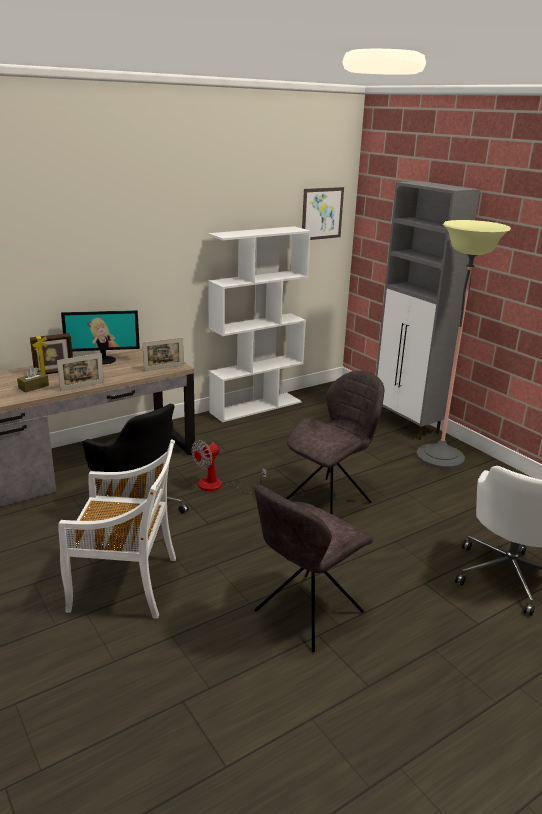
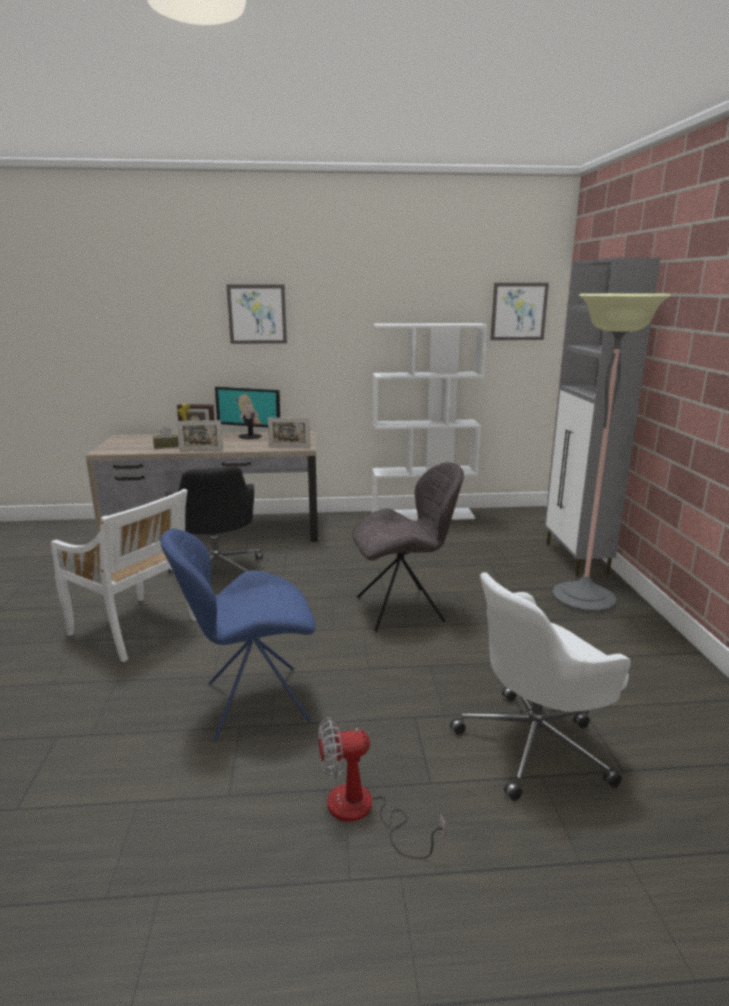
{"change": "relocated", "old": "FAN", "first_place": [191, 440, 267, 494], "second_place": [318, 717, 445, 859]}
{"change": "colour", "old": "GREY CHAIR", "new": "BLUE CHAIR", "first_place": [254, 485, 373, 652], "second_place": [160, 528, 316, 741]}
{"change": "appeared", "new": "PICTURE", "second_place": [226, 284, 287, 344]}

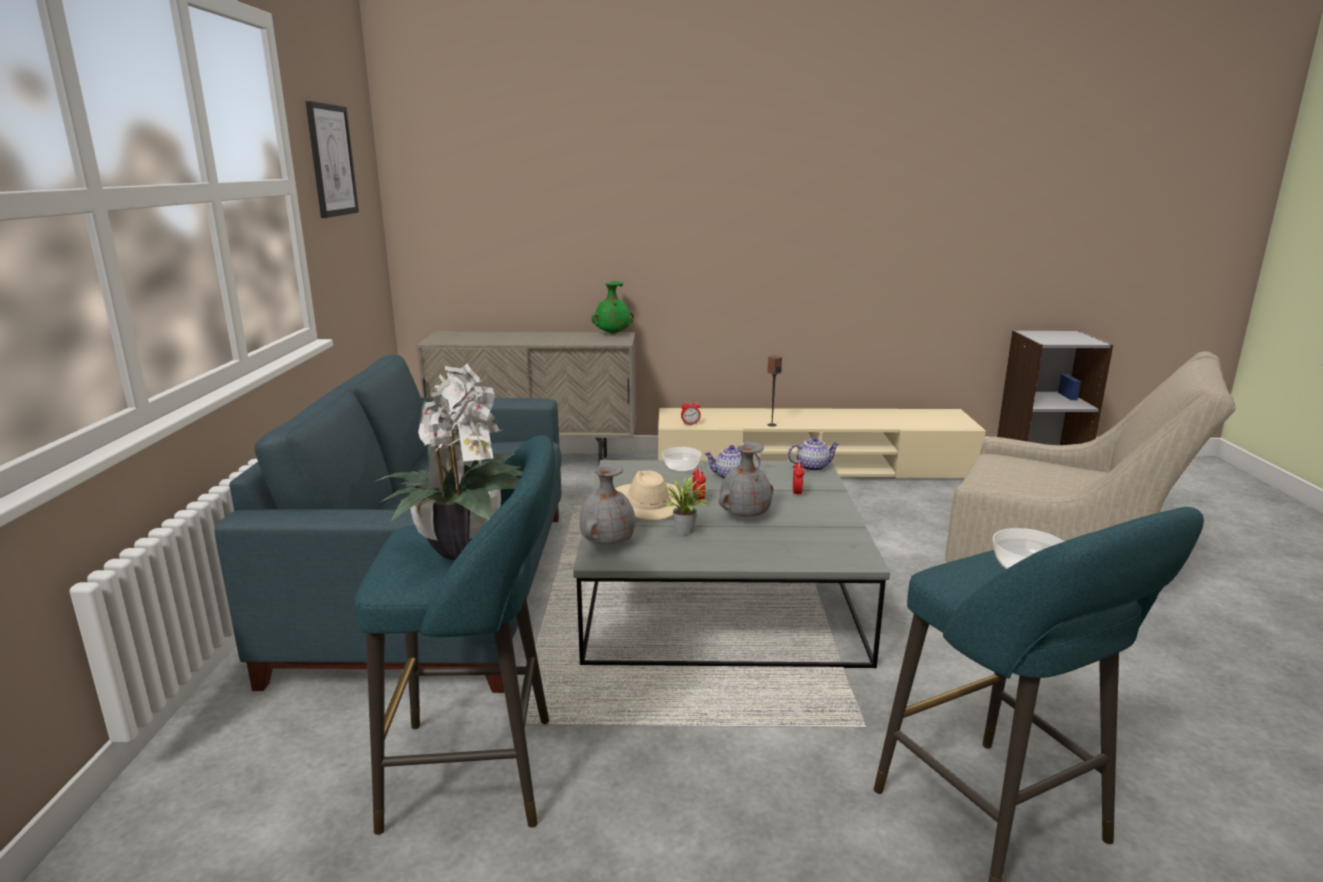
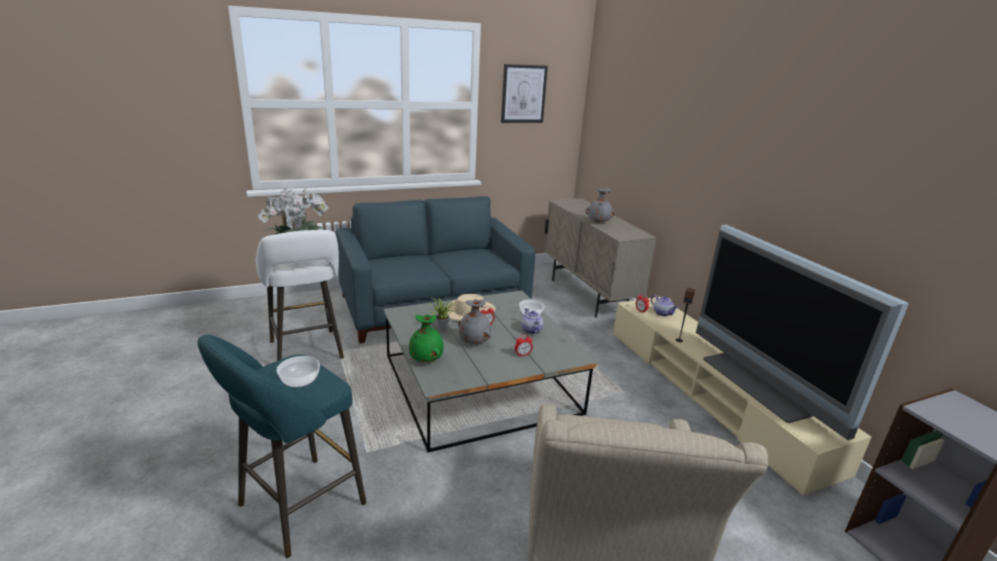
{"change": "relocated", "old": "GREEN VASE", "first_place": [591, 281, 634, 334], "second_place": [409, 314, 443, 362]}
{"change": "colour", "old": "TURQUOISE STOOL", "new": "WHITE STOOL", "first_place": [355, 435, 555, 835], "second_place": [256, 230, 344, 361]}
{"change": "relocated", "old": "TEAPOT", "first_place": [788, 437, 840, 471], "second_place": [651, 295, 678, 316]}
{"change": "relocated", "old": "GREY VASE", "first_place": [580, 463, 635, 544], "second_place": [585, 188, 615, 223]}
{"change": "appeared", "new": "TELEVISION", "second_place": [696, 225, 909, 440]}

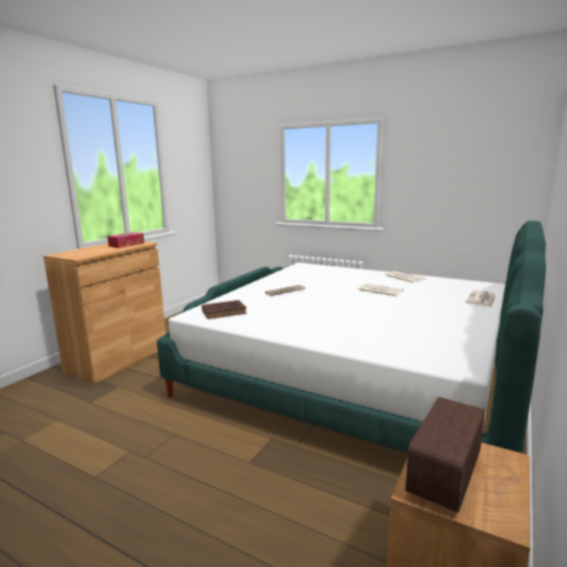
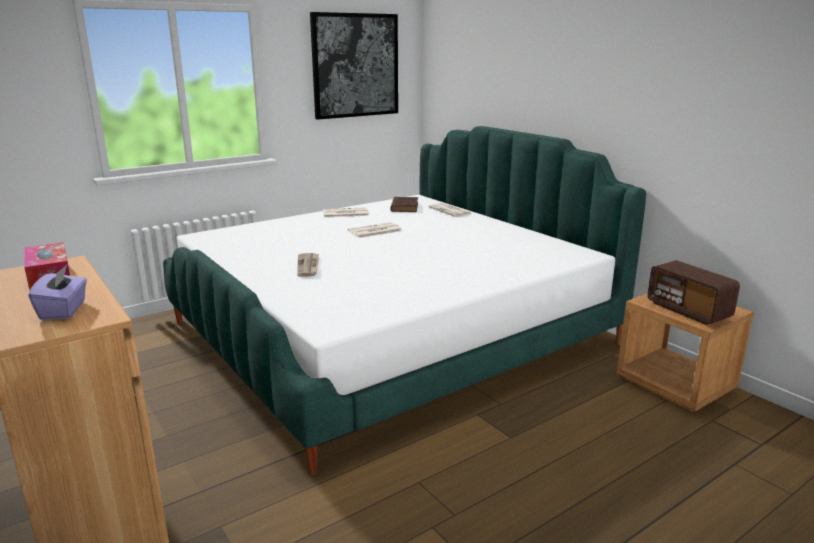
{"change": "relocated", "old": "BROWN BOOK", "first_place": [202, 300, 247, 319], "second_place": [390, 197, 418, 212]}
{"change": "appeared", "new": "PICTURE", "second_place": [310, 12, 398, 120]}
{"change": "appeared", "new": "PURPLE TISSUE BOX", "second_place": [29, 265, 87, 320]}

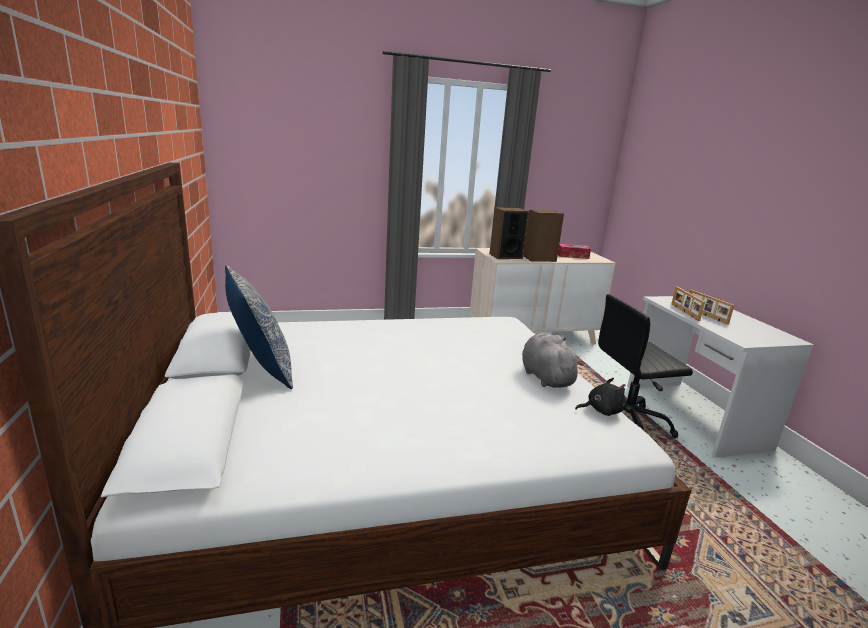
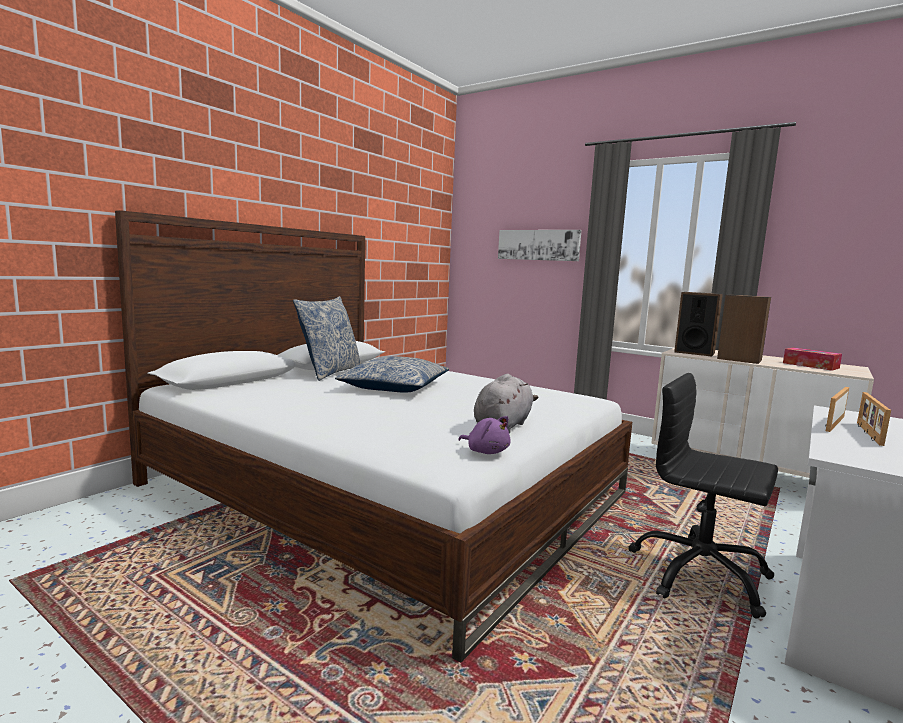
{"change": "colour", "old": "BLACK PLUSH TOY", "new": "PURPLE PLUSH TOY", "first_place": [575, 378, 626, 416], "second_place": [458, 416, 511, 454]}
{"change": "appeared", "new": "PICTURE", "second_place": [498, 230, 582, 261]}
{"change": "appeared", "new": "PILLOW", "second_place": [335, 356, 449, 393]}

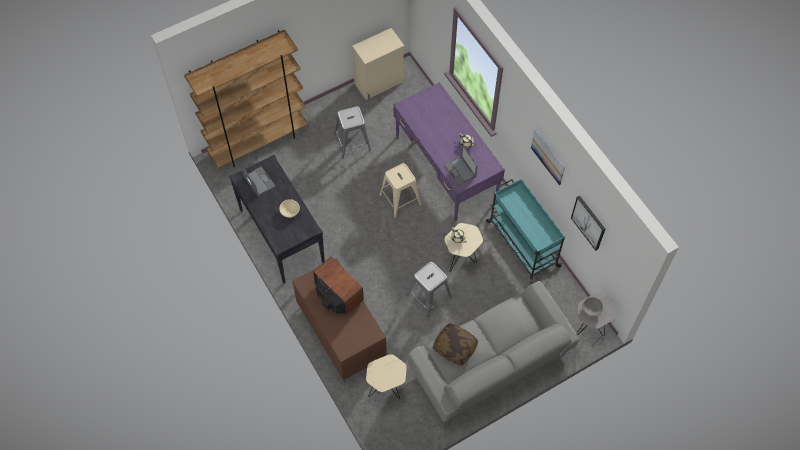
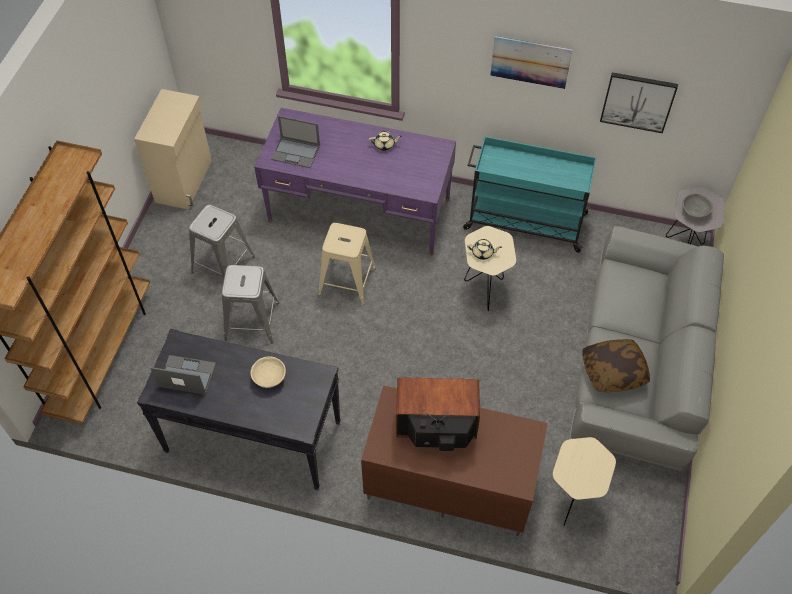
{"change": "relocated", "old": "LAPTOP", "first_place": [444, 145, 478, 186], "second_place": [271, 116, 320, 168]}
{"change": "relocated", "old": "GREY STOOL", "first_place": [407, 262, 452, 318], "second_place": [222, 265, 279, 343]}

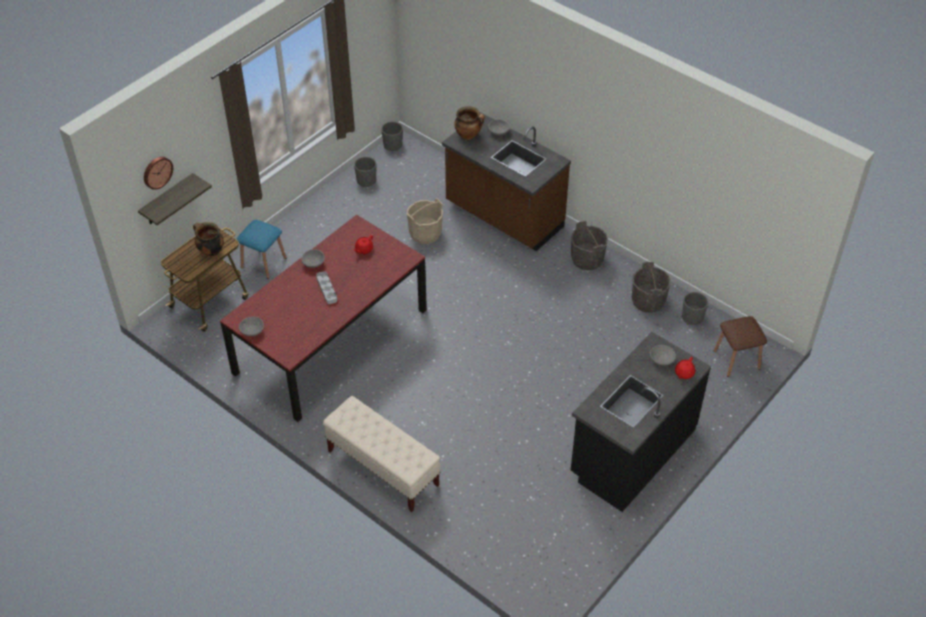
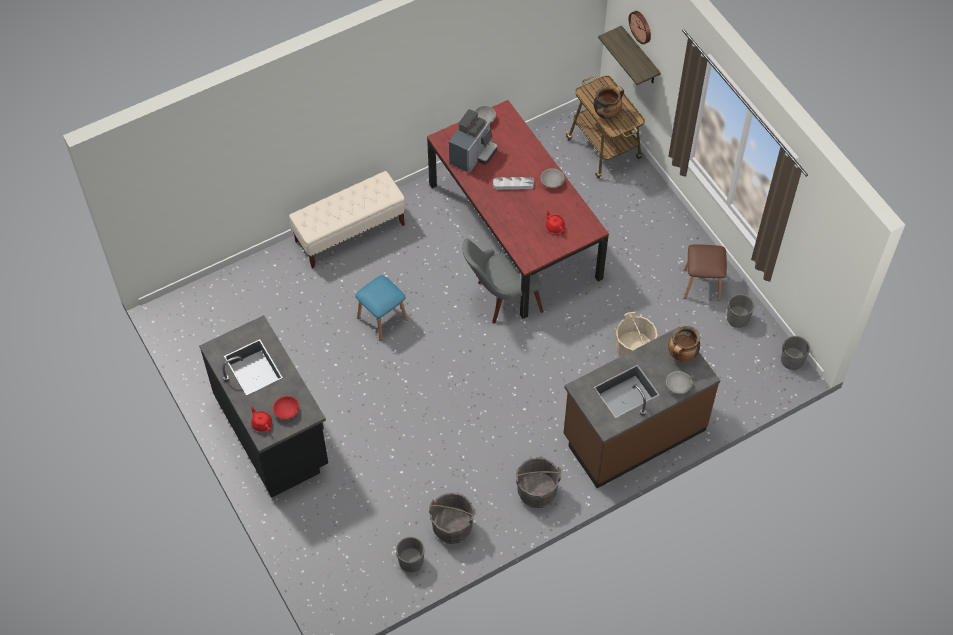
{"change": "relocated", "old": "BLUE STOOL", "first_place": [236, 220, 286, 279], "second_place": [355, 275, 408, 341]}
{"change": "relocated", "old": "BROWN STOOL", "first_place": [714, 316, 767, 377], "second_place": [684, 244, 727, 300]}
{"change": "colour", "old": "GREY BOWL", "new": "RED BOWL", "first_place": [650, 345, 676, 365], "second_place": [273, 396, 299, 419]}
{"change": "appeared", "new": "COFFEE MACHINE", "second_place": [449, 109, 497, 173]}
{"change": "appeared", "new": "GREY CHAIR", "second_place": [462, 239, 543, 324]}

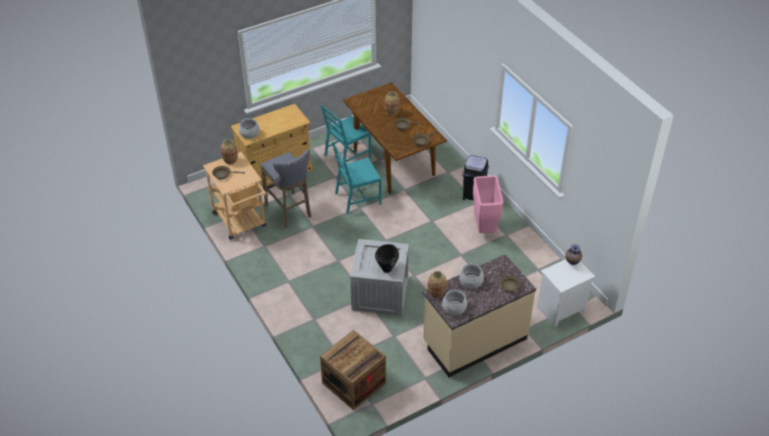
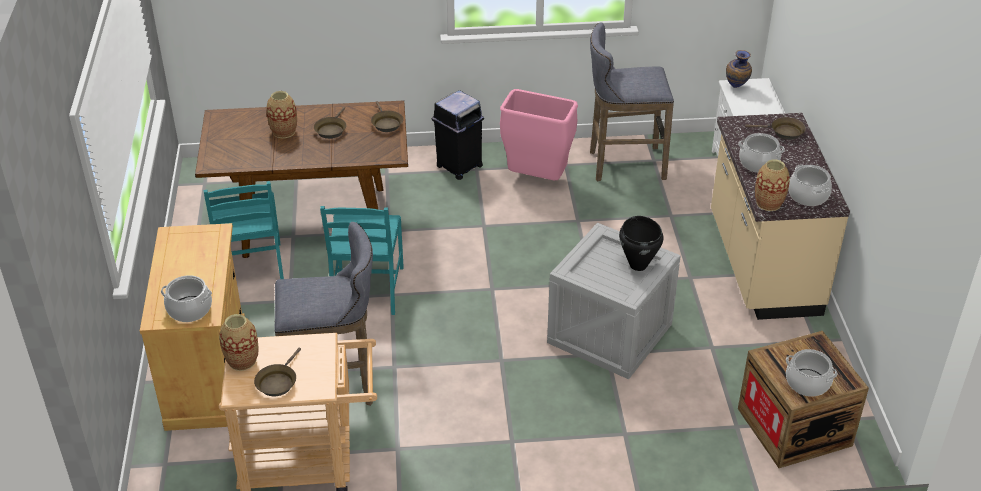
{"change": "appeared", "new": "GREY STOOL", "second_place": [590, 22, 674, 181]}
{"change": "appeared", "new": "COOKING POT", "second_place": [786, 349, 838, 397]}

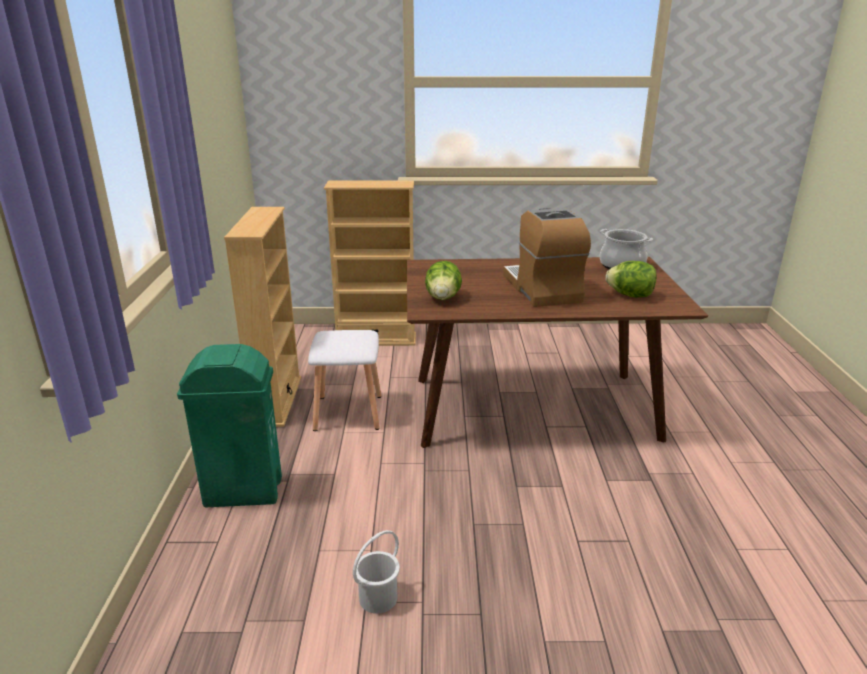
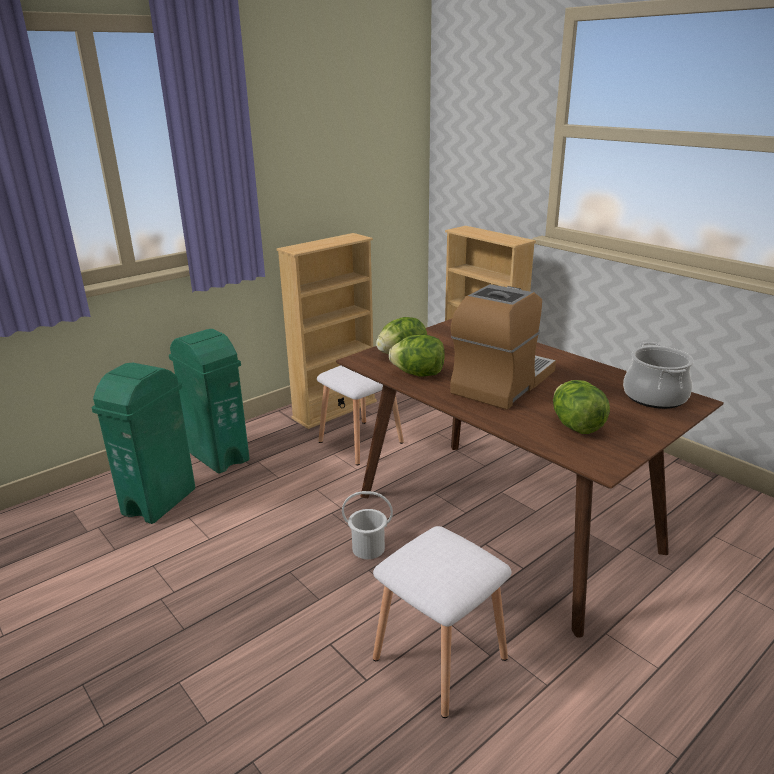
{"change": "relocated", "old": "WHITE BUCKET", "first_place": [353, 530, 400, 614], "second_place": [342, 491, 393, 559]}
{"change": "appeared", "new": "LETTUCE", "second_place": [389, 335, 445, 376]}
{"change": "appeared", "new": "GREEN TRASH CAN", "second_place": [92, 363, 195, 524]}
{"change": "appeared", "new": "WHITE STOOL", "second_place": [373, 526, 512, 718]}

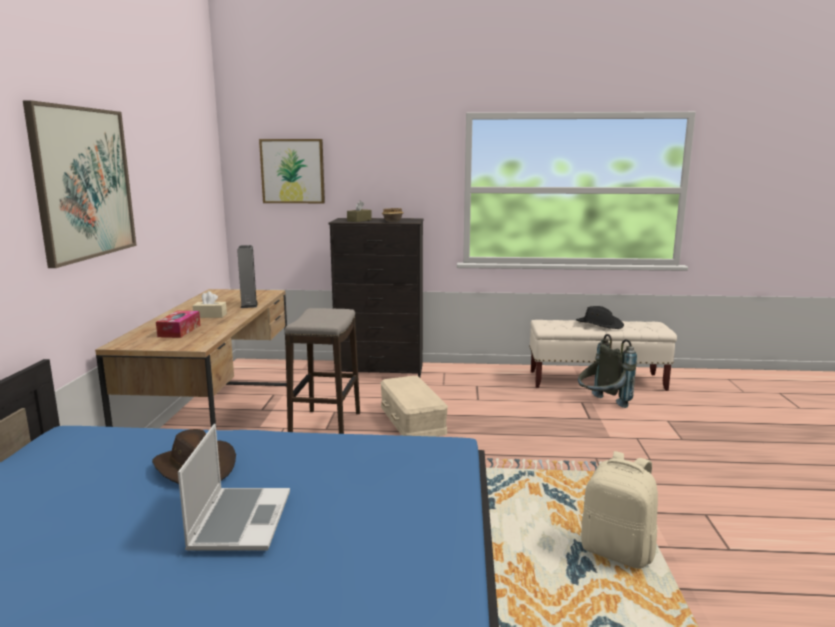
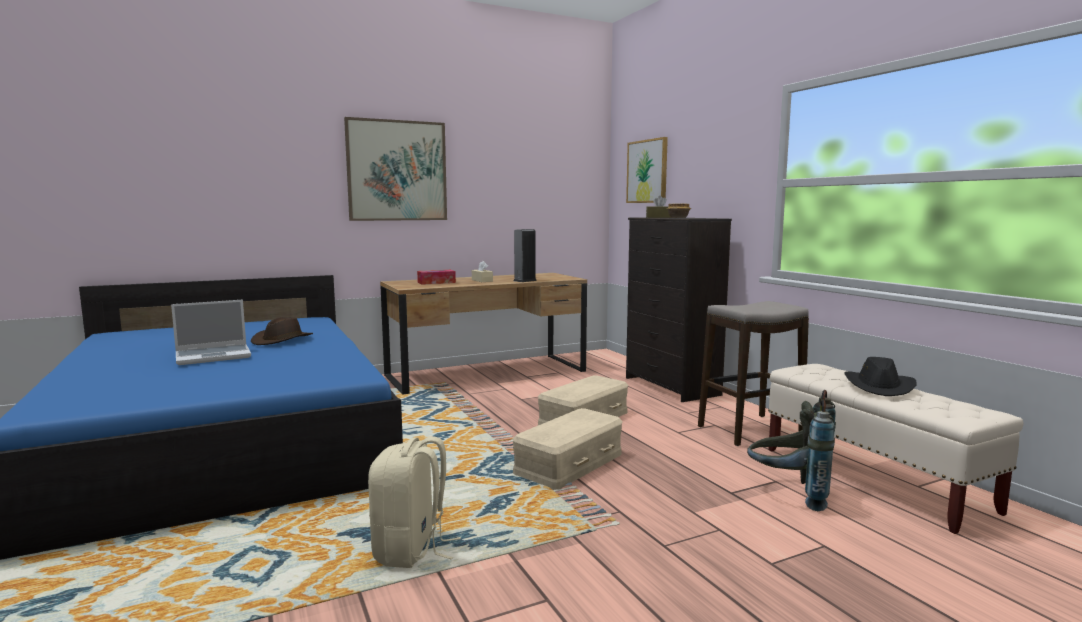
{"change": "relocated", "old": "STOOL", "first_place": [285, 308, 360, 434], "second_place": [698, 301, 809, 446]}
{"change": "appeared", "new": "BEIGE STORAGE BOX", "second_place": [512, 408, 623, 490]}

